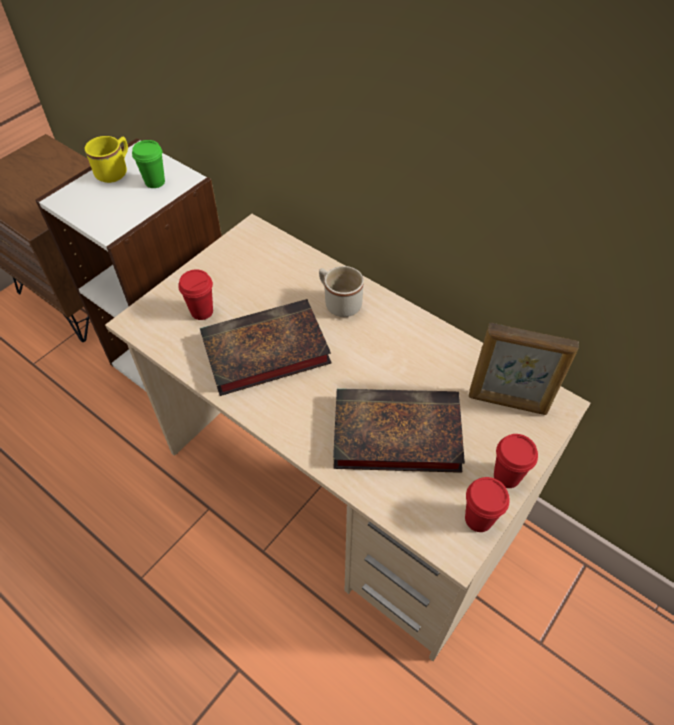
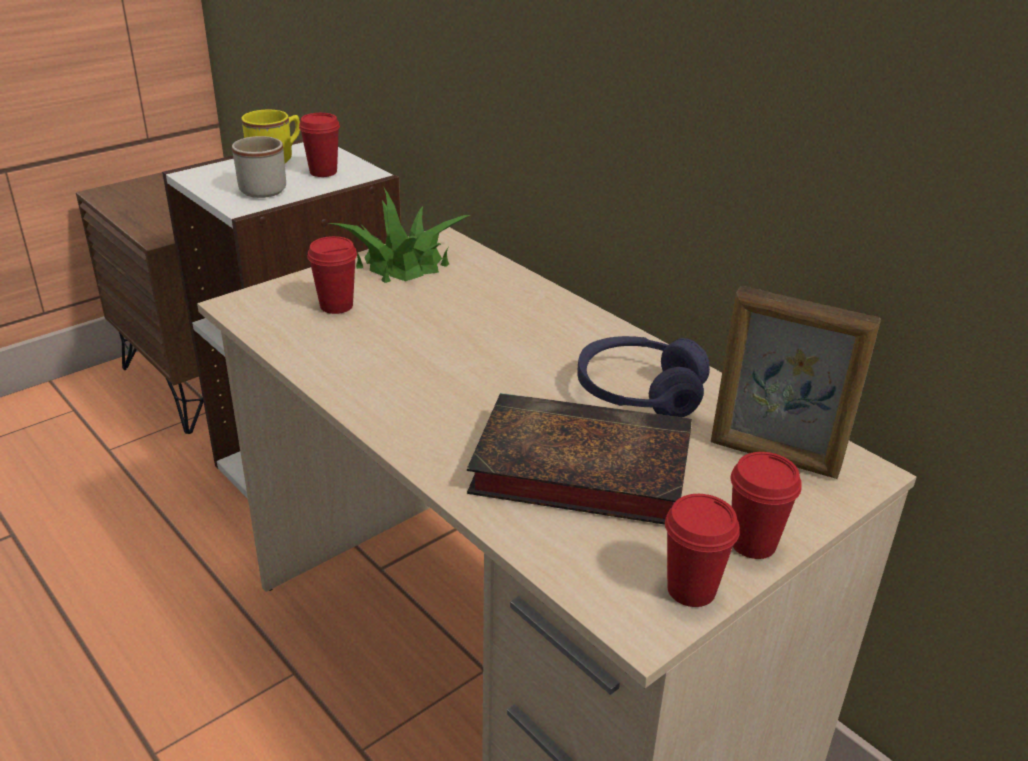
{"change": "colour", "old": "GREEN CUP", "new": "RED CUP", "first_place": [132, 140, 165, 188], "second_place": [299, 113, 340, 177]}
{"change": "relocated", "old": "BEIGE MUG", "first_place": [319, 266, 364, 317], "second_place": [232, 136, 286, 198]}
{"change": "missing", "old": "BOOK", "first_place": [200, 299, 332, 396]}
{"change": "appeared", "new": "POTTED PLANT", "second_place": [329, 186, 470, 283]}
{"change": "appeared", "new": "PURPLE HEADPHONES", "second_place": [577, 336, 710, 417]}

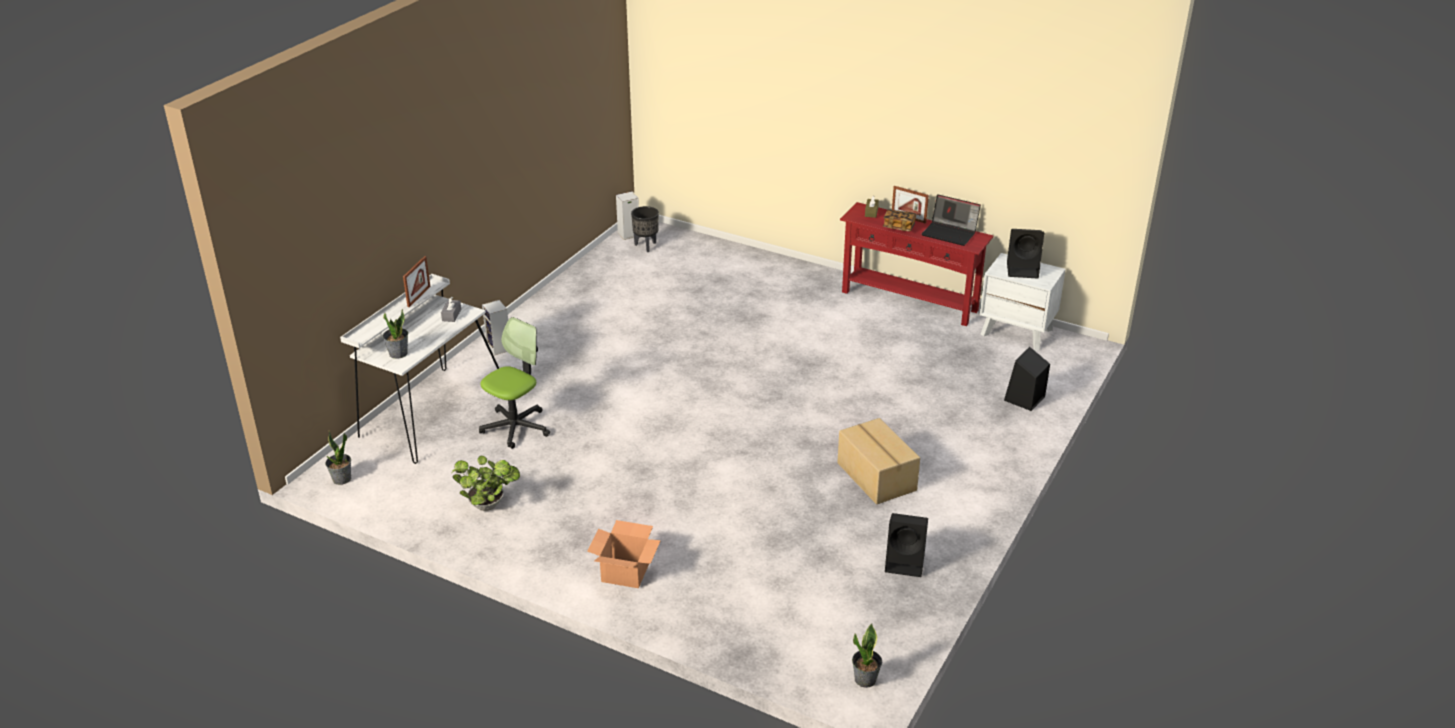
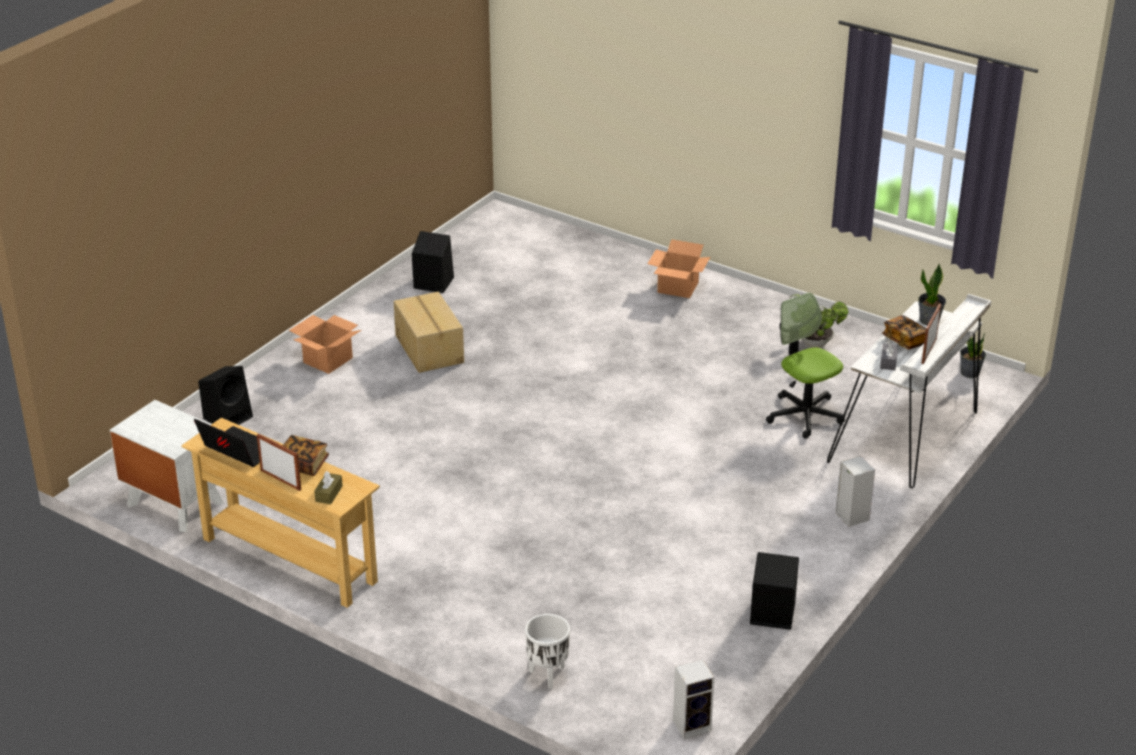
{"change": "colour", "old": "RED CONSOLE TABLE", "new": "BEIGE CONSOLE TABLE", "first_place": [840, 202, 994, 326], "second_place": [182, 418, 380, 608]}
{"change": "missing", "old": "BLACK PLANTER", "first_place": [631, 206, 659, 252]}
{"change": "relocated", "old": "BLACK SPEAKER", "first_place": [1007, 229, 1044, 279], "second_place": [750, 552, 799, 630]}
{"change": "spun", "old": "OFFICE CHAIR", "first_place": [479, 317, 550, 449], "second_place": [766, 292, 845, 439], "degrees": 105}
{"change": "missing", "old": "POTTED PLANT", "first_place": [852, 623, 882, 688]}
{"change": "appeared", "new": "CARDBOARD BOX", "second_place": [289, 315, 361, 374]}
{"change": "appeared", "new": "BOOK", "second_place": [882, 315, 926, 350]}
{"change": "appeared", "new": "WHITE PLANTER", "second_place": [525, 614, 570, 689]}

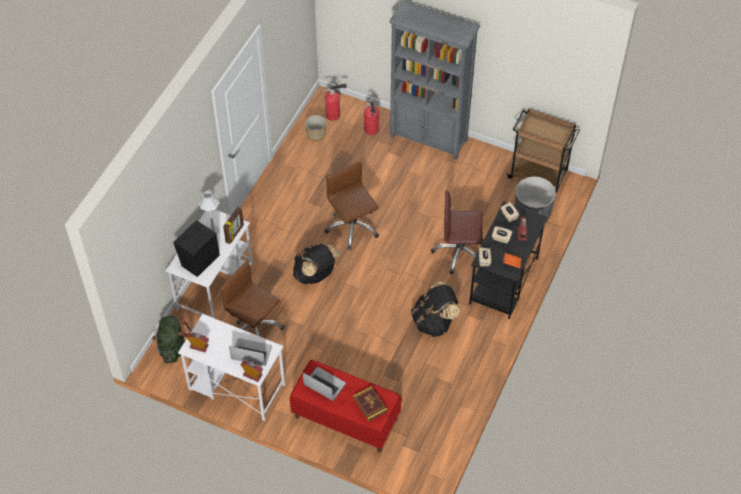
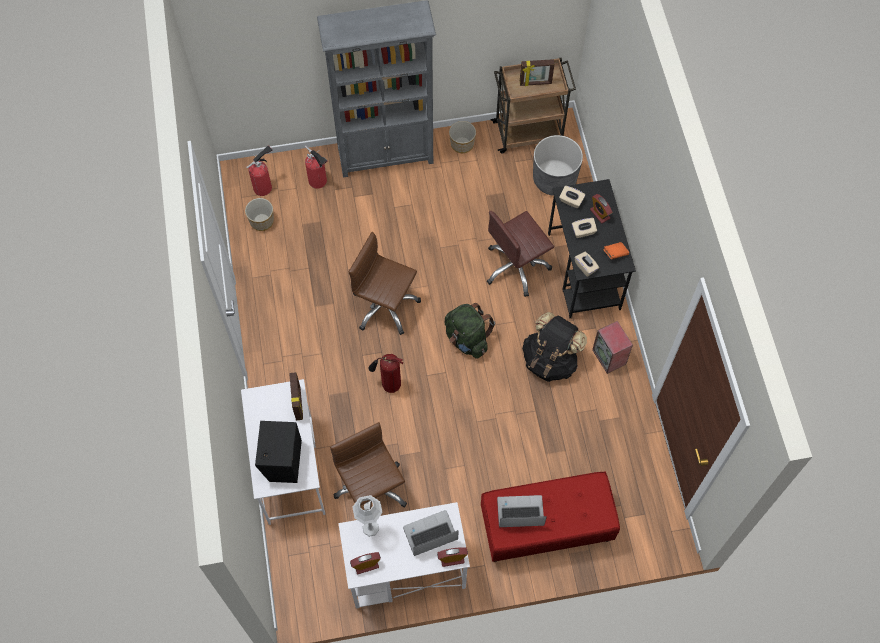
{"change": "relocated", "old": "GREY TABLE LAMP", "first_place": [198, 191, 220, 234], "second_place": [352, 495, 382, 537]}
{"change": "exchanged", "old": "BLACK BACKPACK", "new": "FIRE EXTINGUISHER", "first_place": [293, 244, 341, 284], "second_place": [368, 354, 403, 393]}
{"change": "spun", "old": "BROWN OFFICE CHAIR", "first_place": [220, 261, 284, 337], "second_place": [330, 422, 407, 510], "degrees": 60}
{"change": "relocated", "old": "GREEN BACKPACK", "first_place": [152, 316, 192, 363], "second_place": [445, 303, 495, 359]}
{"change": "missing", "old": "BOOK", "first_place": [353, 386, 388, 421]}
{"change": "appeared", "new": "PICTURE FRAME", "second_place": [520, 59, 554, 86]}
{"change": "appeared", "new": "PLANTER", "second_place": [449, 121, 476, 153]}
{"change": "appeared", "new": "SPEAKER", "second_place": [592, 321, 633, 374]}

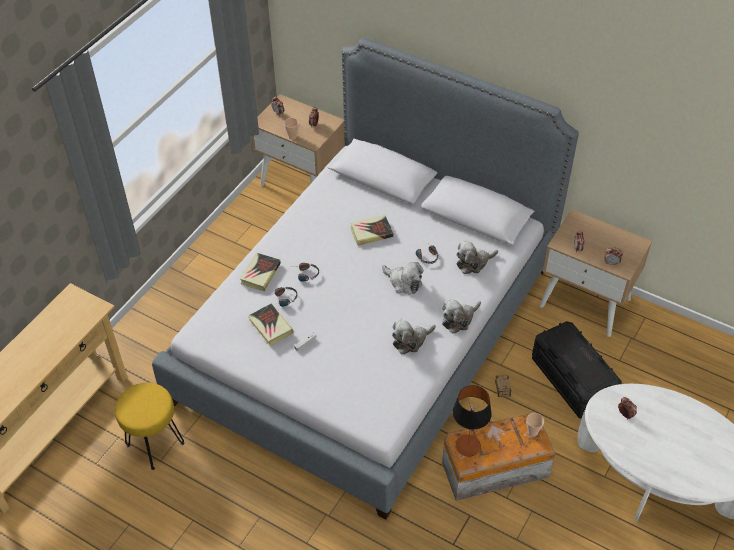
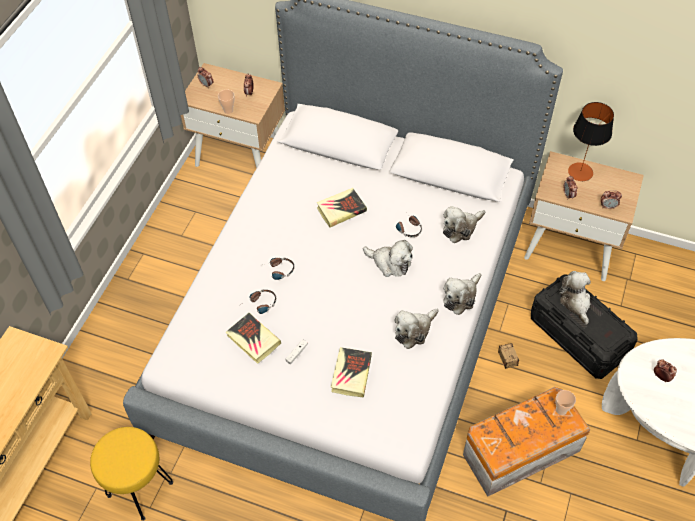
{"change": "relocated", "old": "BOOK", "first_place": [240, 253, 281, 291], "second_place": [331, 347, 372, 398]}
{"change": "relocated", "old": "TABLE LAMP", "first_place": [453, 385, 492, 456], "second_place": [568, 102, 614, 181]}
{"change": "appeared", "new": "PLUSH TOY", "second_place": [559, 271, 591, 325]}

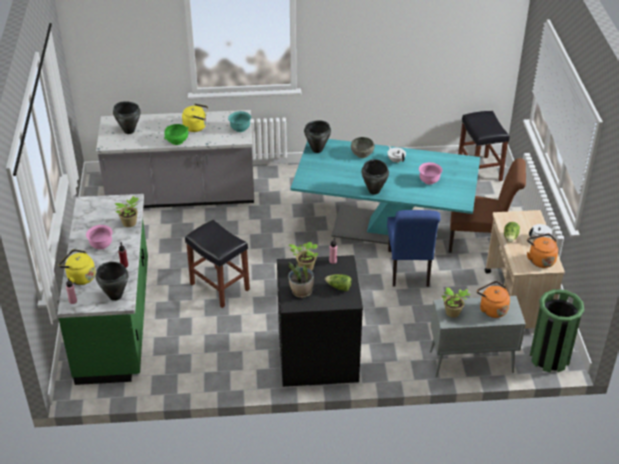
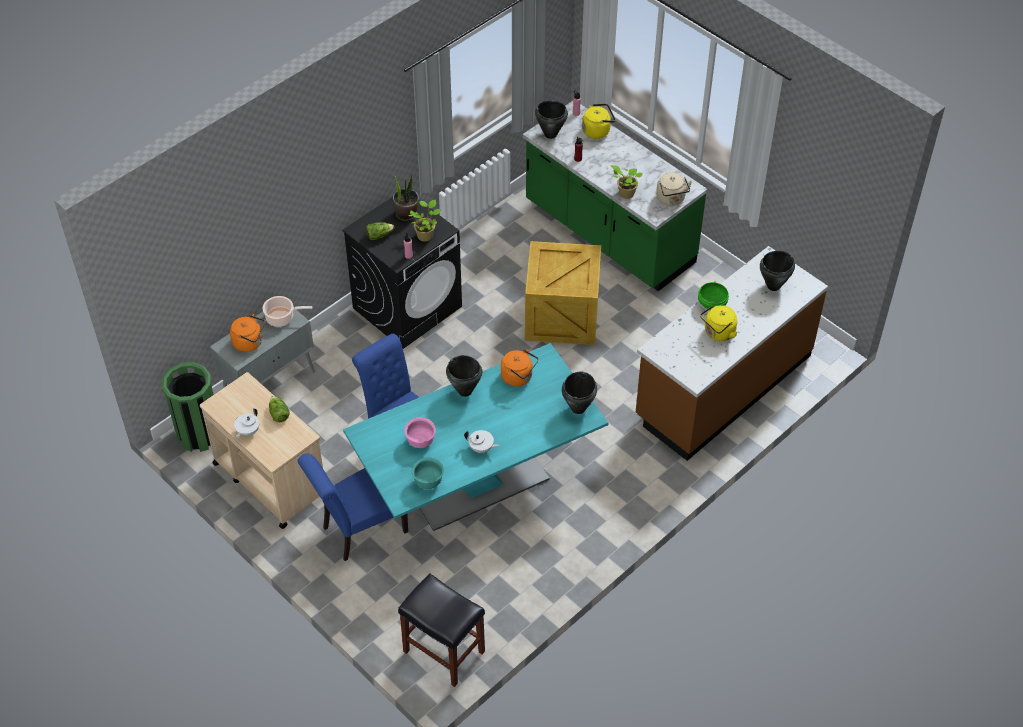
{"change": "colour", "old": "GREY COUNTER", "new": "BROWN COUNTER", "first_place": [96, 110, 254, 208], "second_place": [636, 246, 828, 461]}
{"change": "relocated", "old": "TURQUOISE BOWL", "first_place": [228, 111, 251, 132], "second_place": [412, 457, 444, 489]}
{"change": "missing", "old": "GREY BOWL", "first_place": [351, 137, 374, 158]}
{"change": "colour", "old": "BROWN CHAIR", "new": "BLUE CHAIR", "first_place": [448, 158, 526, 253], "second_place": [298, 453, 408, 561]}
{"change": "exchanged", "old": "BLACK STOOL", "new": "CRATE", "first_place": [185, 220, 250, 308], "second_place": [525, 241, 601, 345]}
{"change": "missing", "old": "PINK BOWL", "first_place": [86, 225, 113, 249]}
{"change": "relocated", "old": "ORANGE KETTLE", "first_place": [527, 234, 558, 268], "second_place": [501, 349, 539, 387]}
{"change": "exchanged", "old": "POTTED PLANT", "new": "COOKING POT", "first_place": [442, 287, 471, 317], "second_place": [263, 296, 312, 327]}
{"change": "appeared", "new": "BEIGE KETTLE", "second_place": [656, 172, 692, 206]}

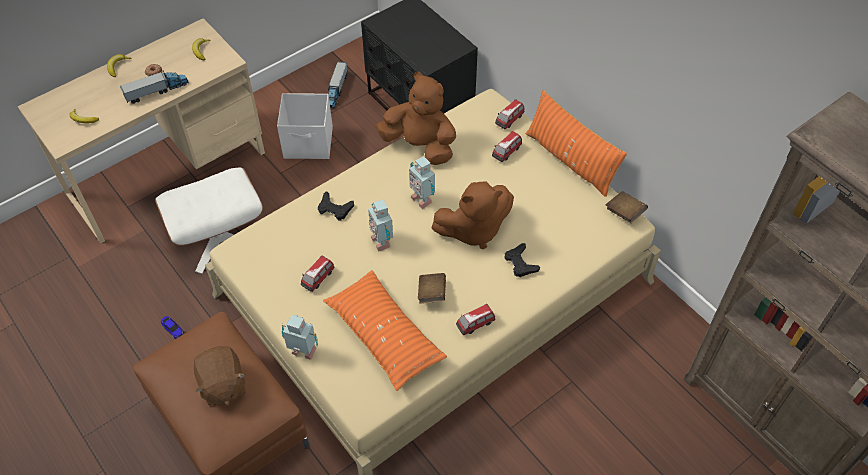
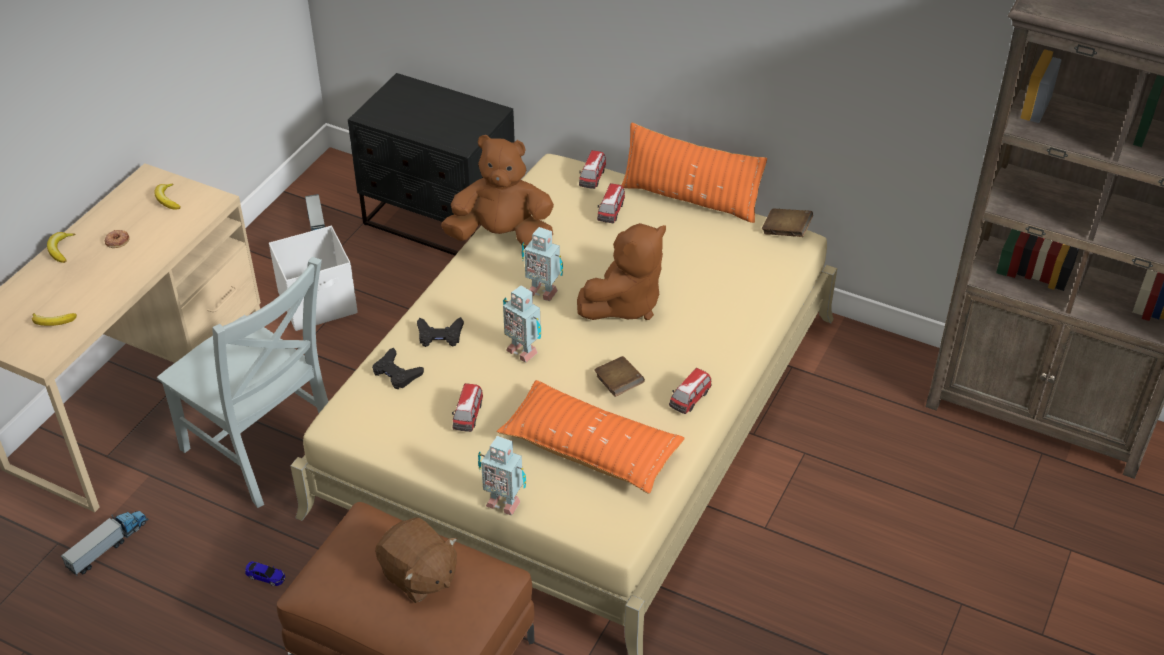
{"change": "relocated", "old": "TOY TRUCK", "first_place": [120, 70, 189, 104], "second_place": [61, 511, 149, 576]}
{"change": "exchanged", "old": "WHITE OTTOMAN", "new": "GREY CHAIR", "first_place": [155, 167, 263, 274], "second_place": [157, 257, 329, 508]}
{"change": "relocated", "old": "BLACK GAME CONTROLLER", "first_place": [505, 243, 540, 277], "second_place": [372, 348, 424, 389]}
{"change": "spun", "old": "TOY ROBOT", "first_place": [282, 315, 318, 360], "second_place": [478, 436, 526, 516], "degrees": -150}

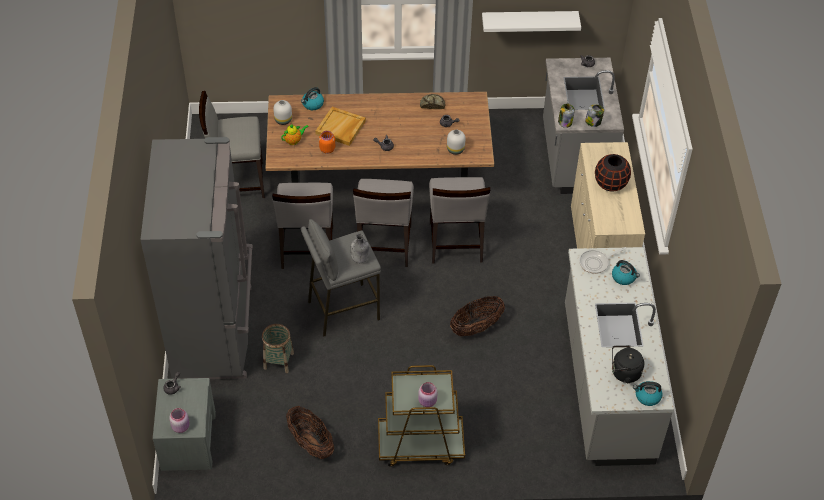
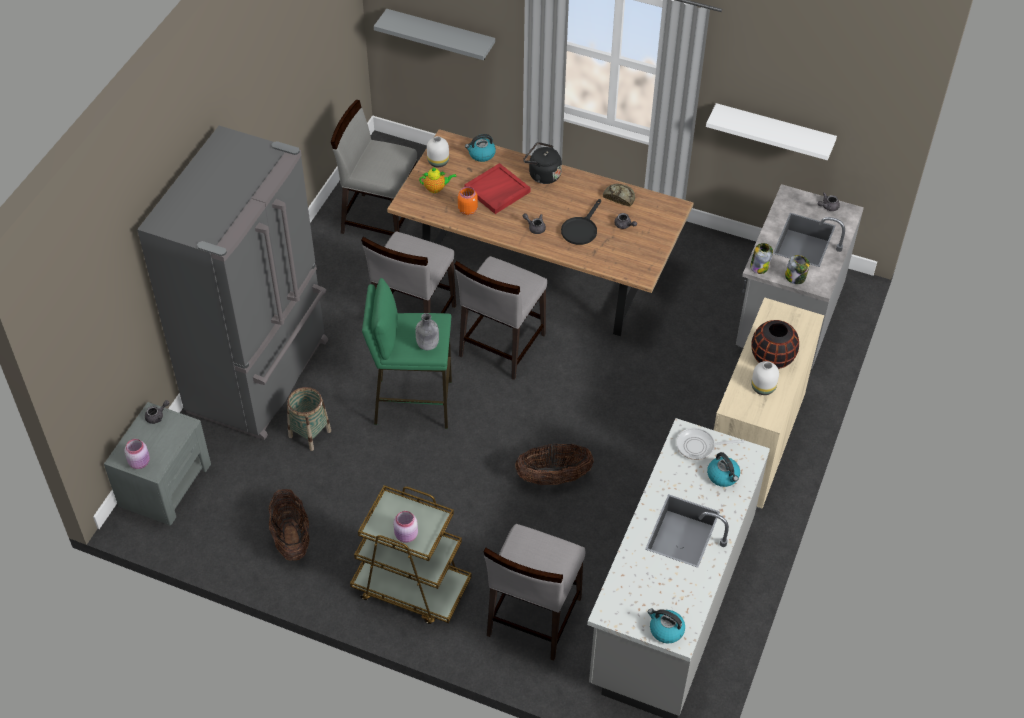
{"change": "colour", "old": "BEIGE TRAY", "new": "RED TRAY", "first_place": [315, 107, 366, 146], "second_place": [464, 163, 530, 214]}
{"change": "relocated", "old": "WHITE VASE", "first_place": [447, 129, 465, 155], "second_place": [751, 361, 779, 395]}
{"change": "relocated", "old": "GREY CHAIR", "first_place": [429, 177, 490, 264], "second_place": [483, 524, 585, 661]}
{"change": "colour", "old": "GREY STOOL", "new": "GREEN STOOL", "first_place": [301, 219, 381, 337], "second_place": [362, 278, 452, 429]}
{"change": "relocated", "old": "BLACK KETTLE", "first_place": [612, 345, 644, 383], "second_place": [523, 142, 562, 184]}
{"change": "appeared", "new": "GREY SHELF", "second_place": [374, 9, 495, 60]}
{"change": "appeared", "new": "BLACK FRYING PAN", "second_place": [561, 199, 601, 245]}

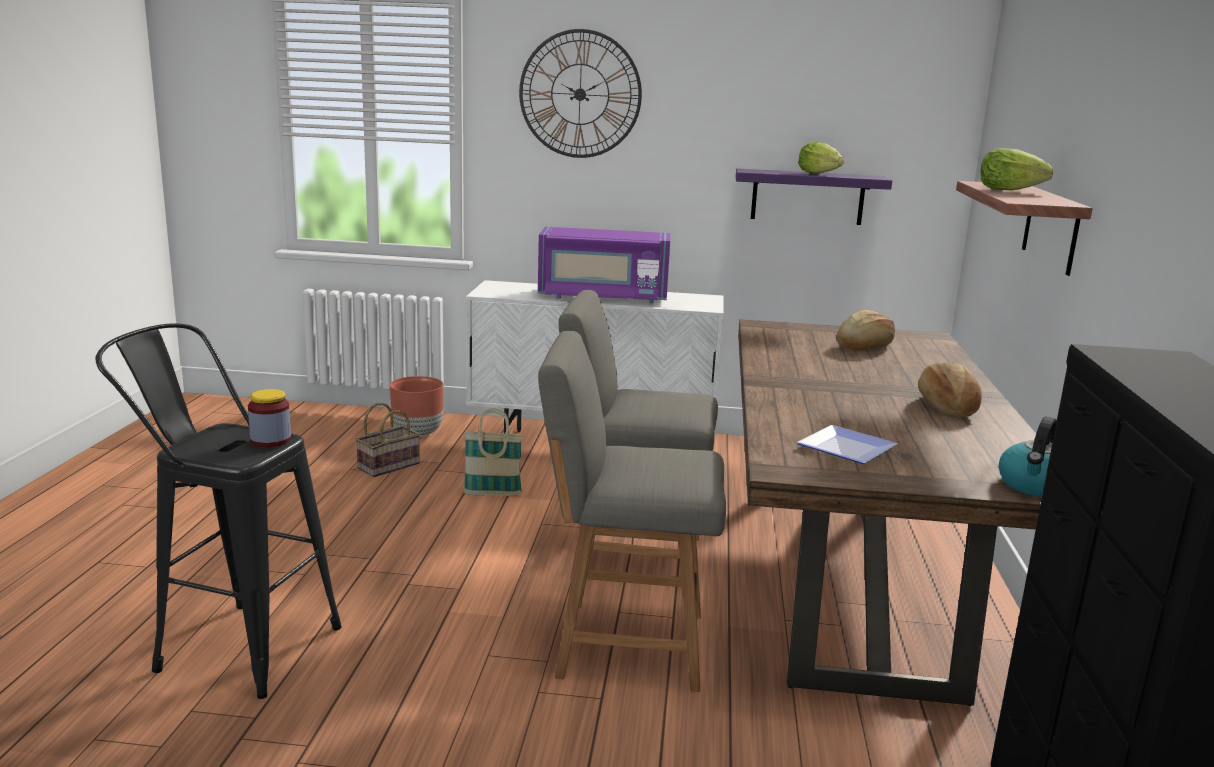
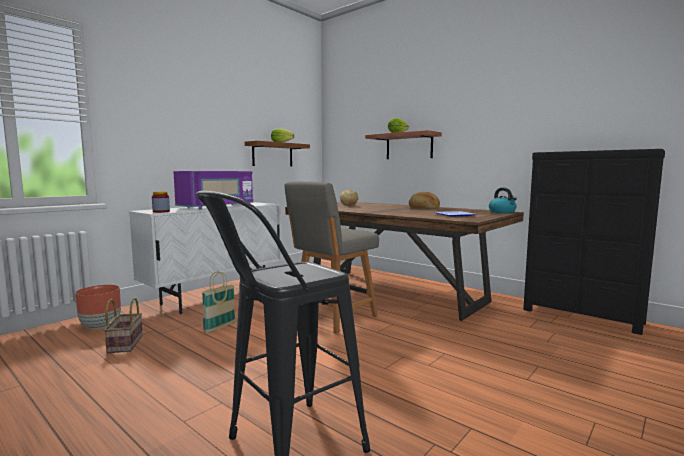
{"change": "missing", "old": "WALL CLOCK", "first_place": [519, 29, 642, 158]}
{"change": "colour", "old": "PURPLE SHELF", "new": "BROWN SHELF", "first_place": [736, 168, 892, 225], "second_place": [245, 141, 310, 167]}
{"change": "missing", "old": "GREY CHAIR", "first_place": [538, 331, 726, 692]}
{"change": "relocated", "old": "JAR", "first_place": [248, 389, 291, 447], "second_place": [152, 191, 170, 213]}

